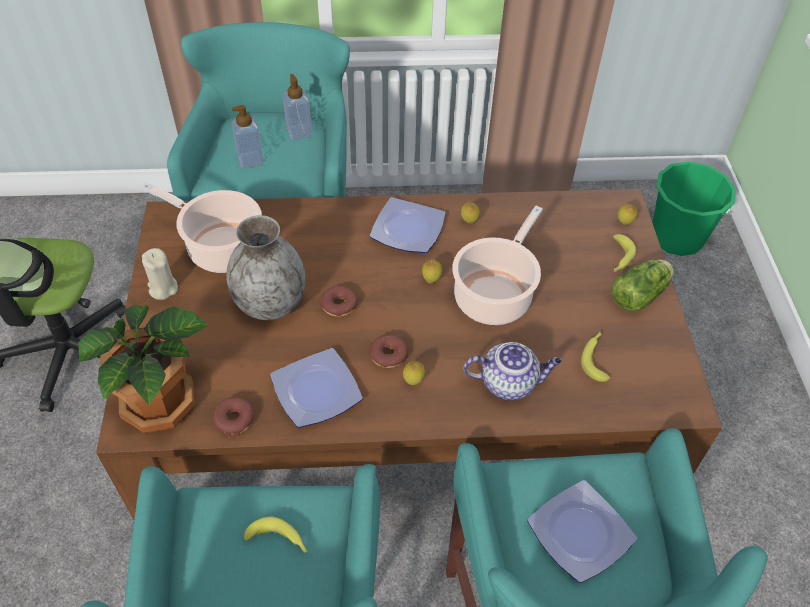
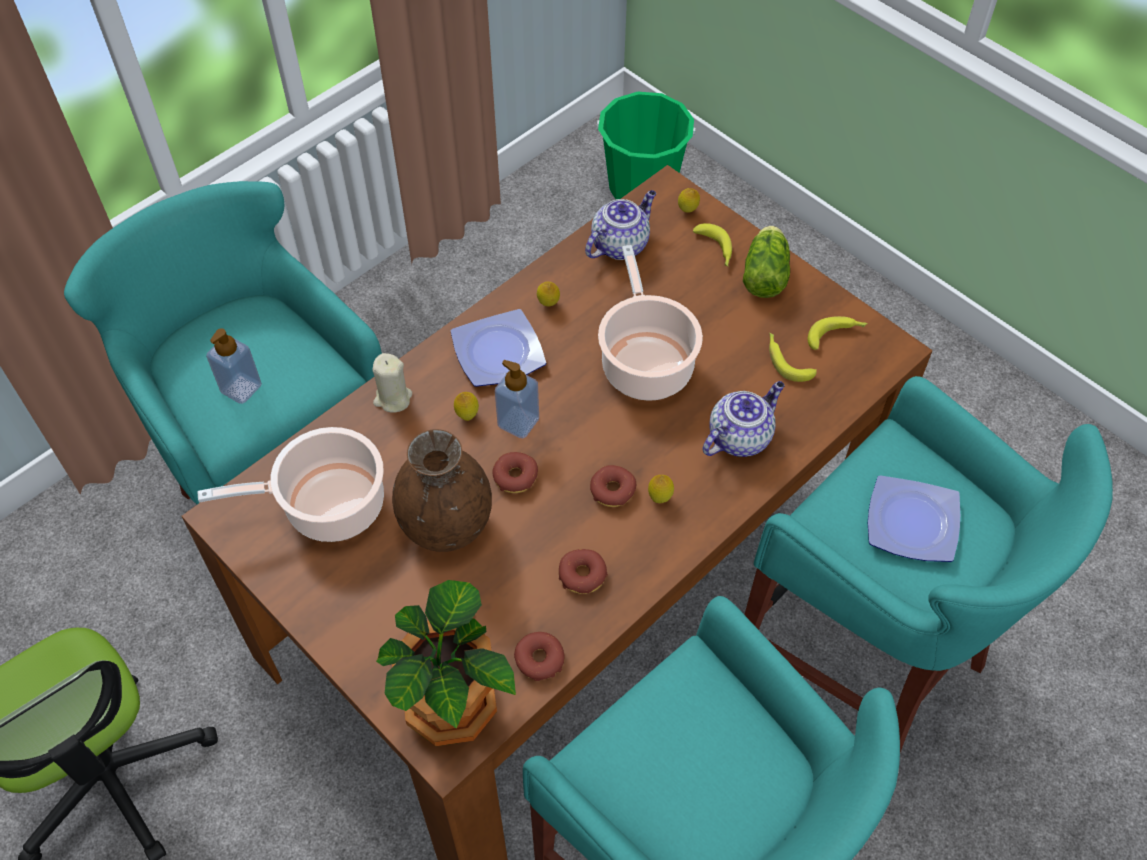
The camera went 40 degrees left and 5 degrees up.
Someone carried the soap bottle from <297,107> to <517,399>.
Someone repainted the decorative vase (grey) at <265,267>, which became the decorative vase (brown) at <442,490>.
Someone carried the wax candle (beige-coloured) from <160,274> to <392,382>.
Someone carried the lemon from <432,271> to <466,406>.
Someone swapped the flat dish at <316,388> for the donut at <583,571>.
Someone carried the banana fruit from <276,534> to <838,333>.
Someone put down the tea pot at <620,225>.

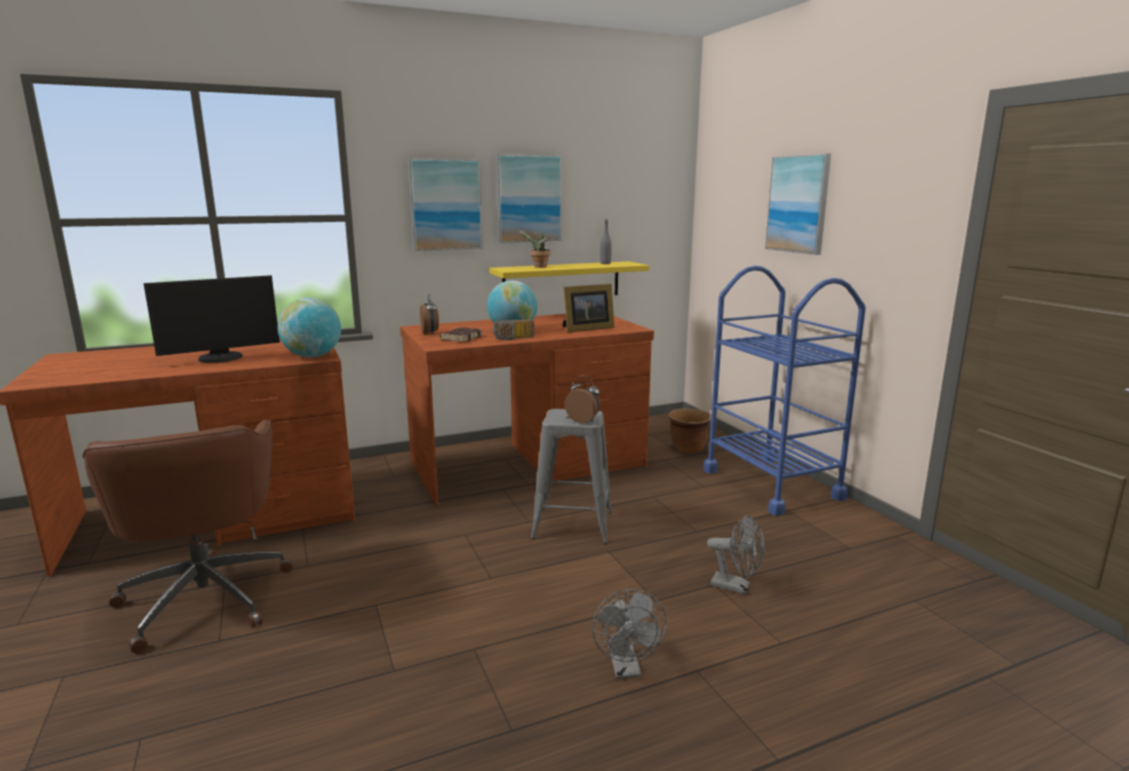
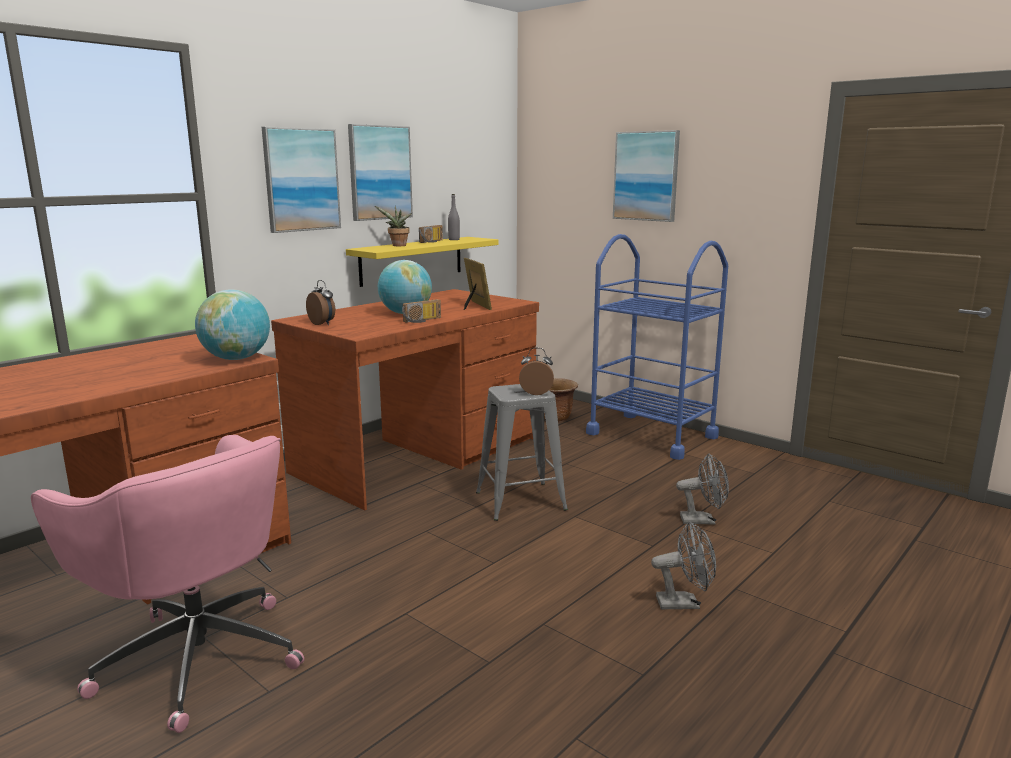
The camera went 25 degrees left and 0 degrees up.
Someone took away the computer screen at <211,319>.
Someone rotated the standing frame at <588,308> by 60 degrees counterclockwise.
Someone took away the volume (brown) at <461,334>.
Someone repainted the desk chair (brown) at <187,536>, which became the desk chair (pink-coloured) at <167,584>.
Someone rotated the electric fan (grey) at <629,634> by 60 degrees counterclockwise.
Someone put down the radio set at <431,234>.

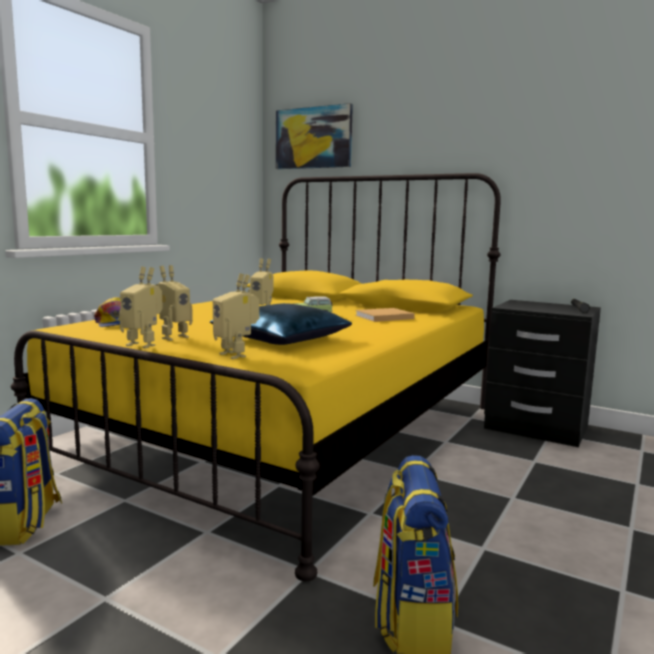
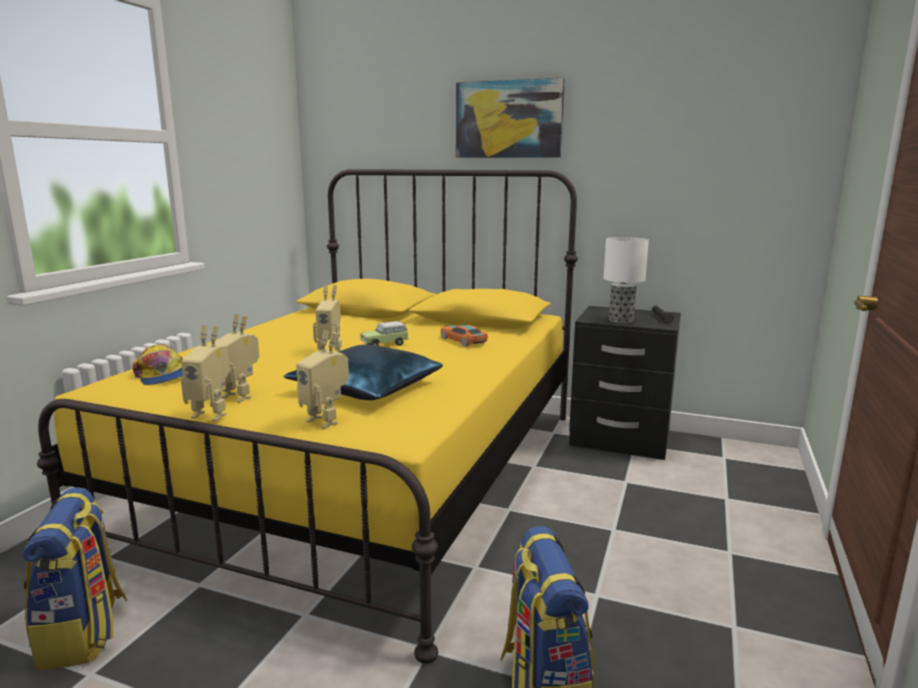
The camera went 10 degrees left and 5 degrees up.
Someone carried the picture from <314,136> to <510,118>.
Someone rotated the model robot at <174,303> by 90 degrees clockwise.
Someone swapped the volume (beige-coloured) at <385,315> for the model car at <464,336>.
Someone put down the table lamp at <626,280>.

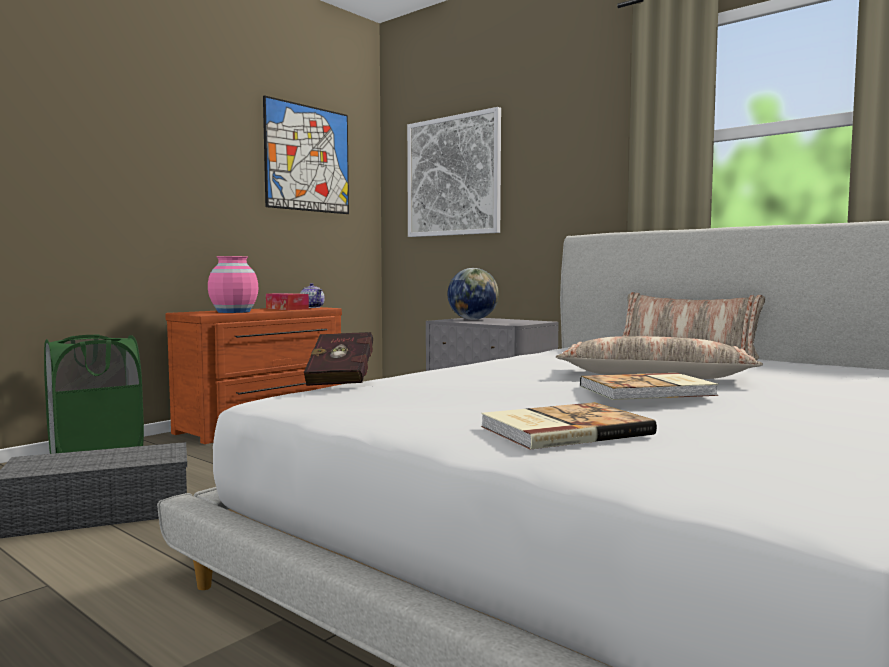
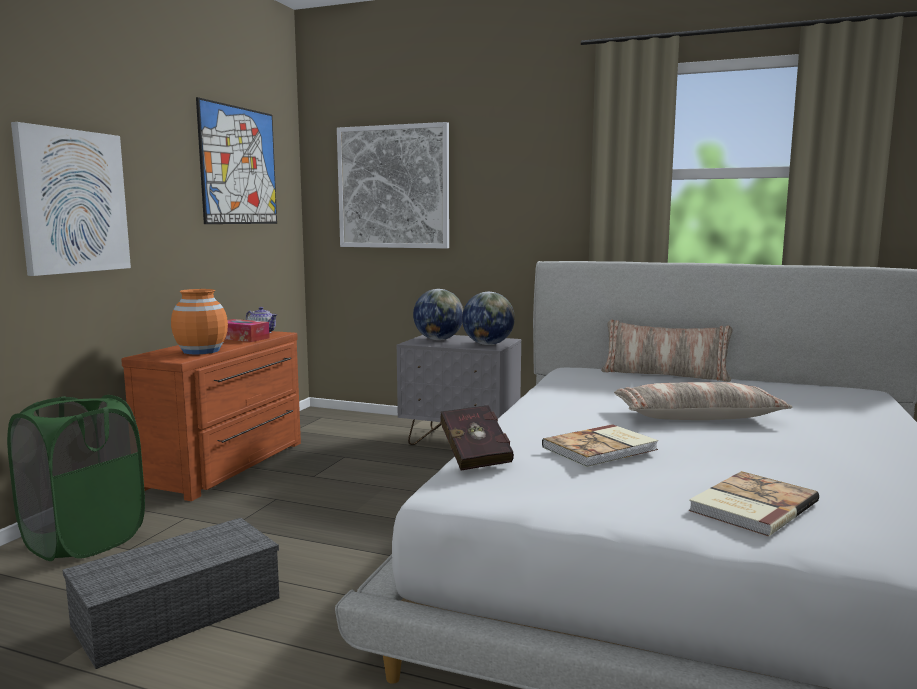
The camera went 20 degrees left and 5 degrees up.
Someone repainted the decorative vase (pink-coloured) at <233,284>, which became the decorative vase (orangey) at <199,321>.
Someone carried the volume from <649,386> to <600,445>.
Someone put up the picture at <71,199>.
Someone put down the desk globe at <488,318>.

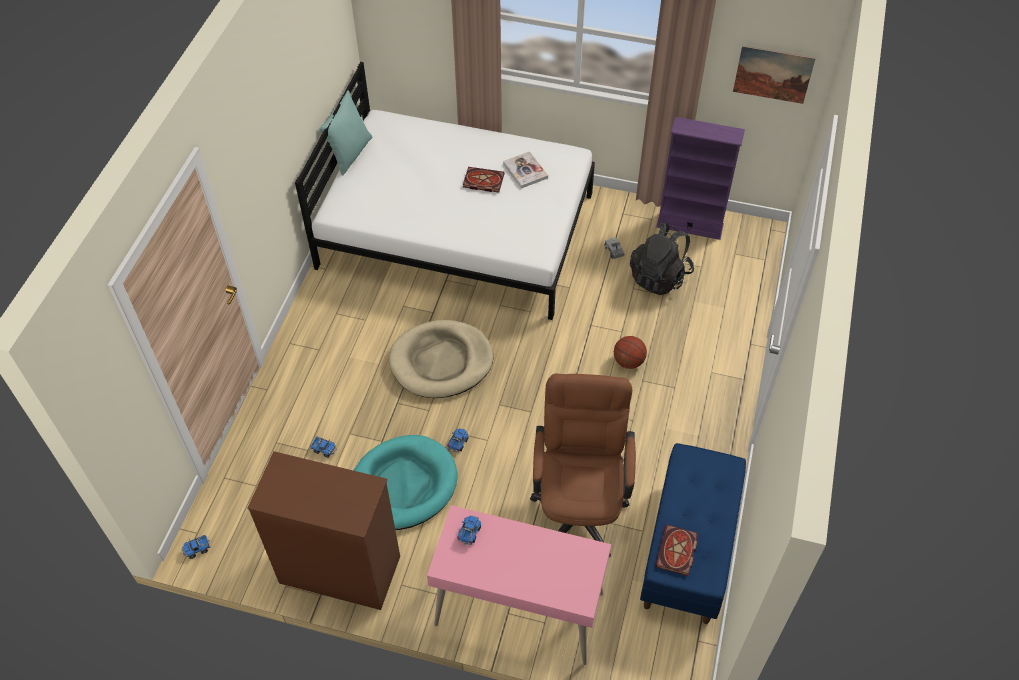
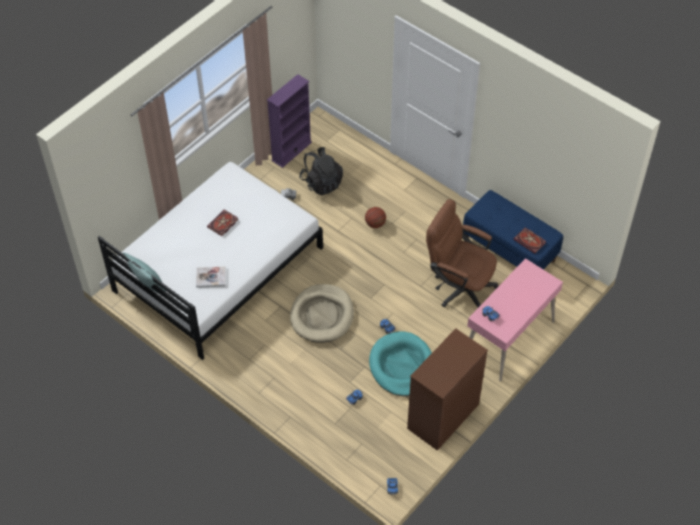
The camera went 65 degrees left and 0 degrees up.
Someone took away the picture at <774,74>.
Someone carried the volume from <525,170> to <211,277>.

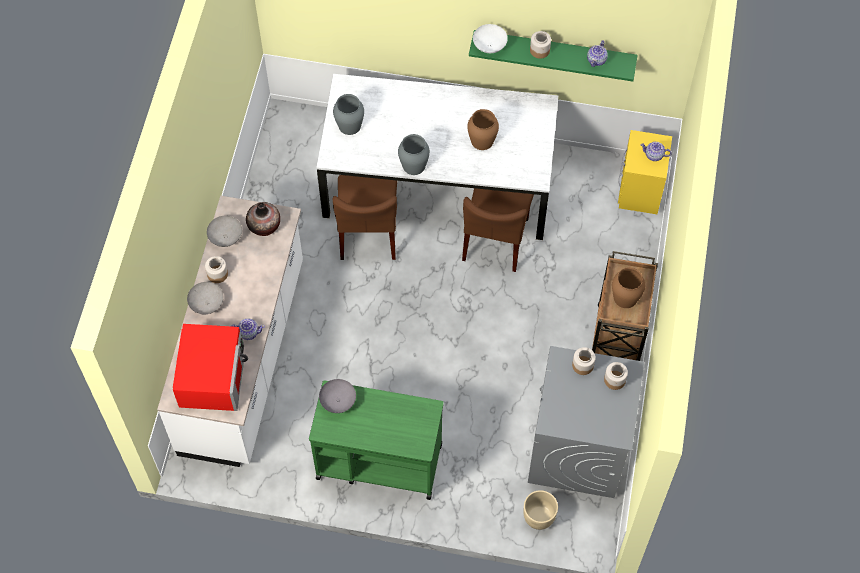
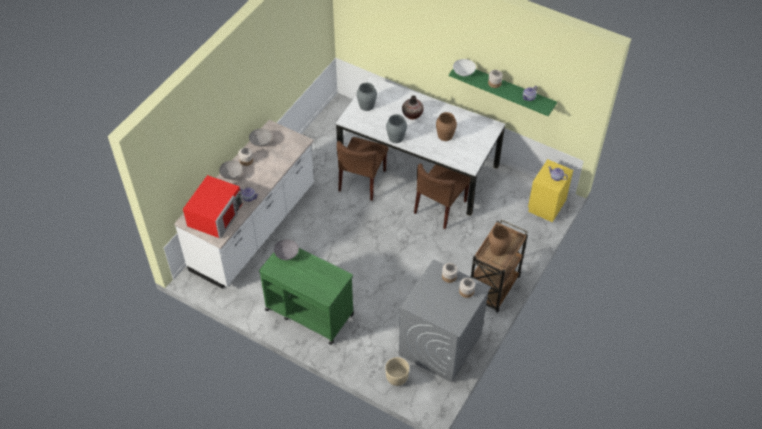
The camera went 20 degrees right and 10 degrees down.
Someone carried the decorative vase from <263,219> to <413,107>.

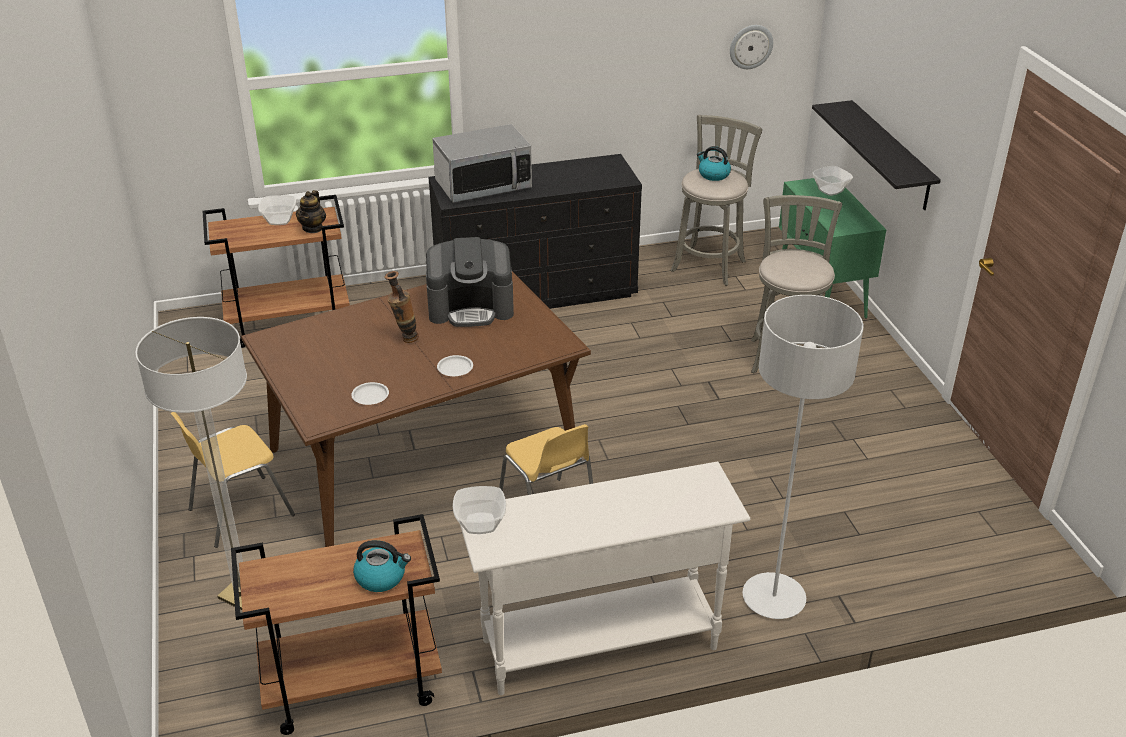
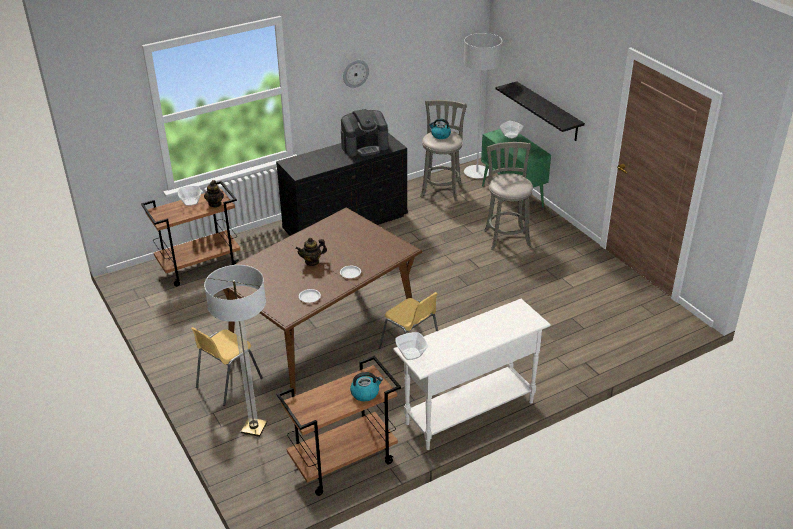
The camera went 15 degrees left and 0 degrees up.
Someone carried the wall clock from <751,47> to <356,74>.
Someone took away the microwave oven at <482,163>.
Someone carried the coffee brewer from <470,282> to <364,133>.
Someone swapped the decorative vase at <401,307> for the tea pot at <311,252>.
Someone carried the standing lamp (grey) from <802,457> to <483,105>.

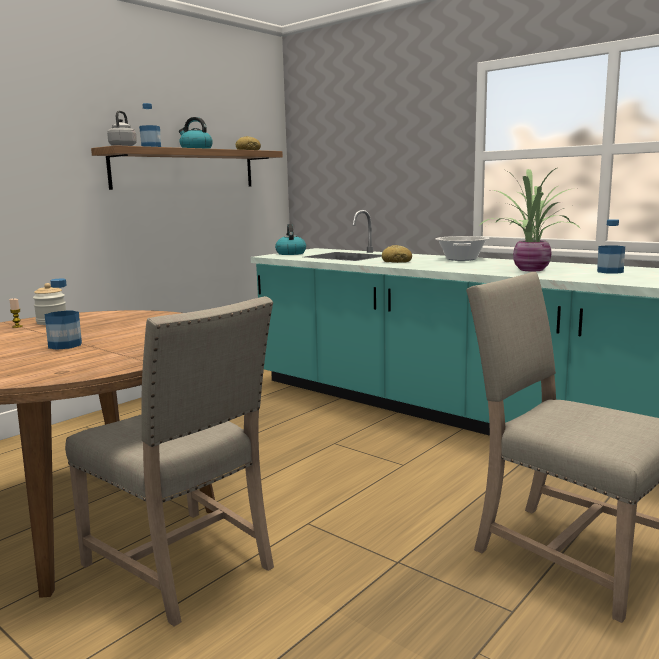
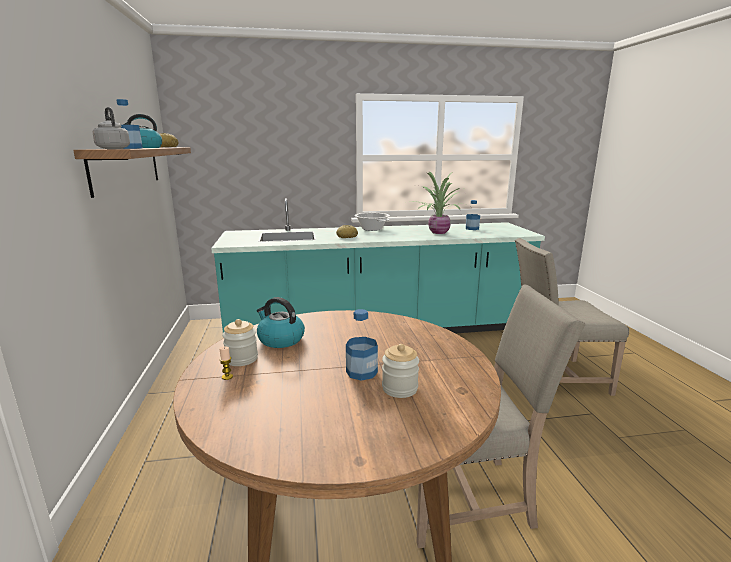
The camera went 50 degrees left and 5 degrees up.
Someone carried the tea kettle from <290,239> to <281,322>.
Someone put down the preserve jar at <400,371>.

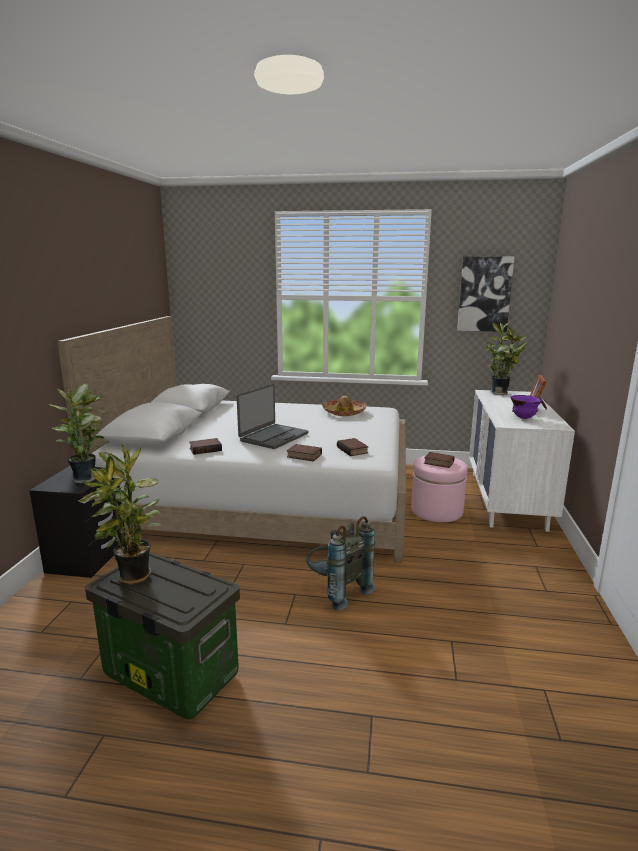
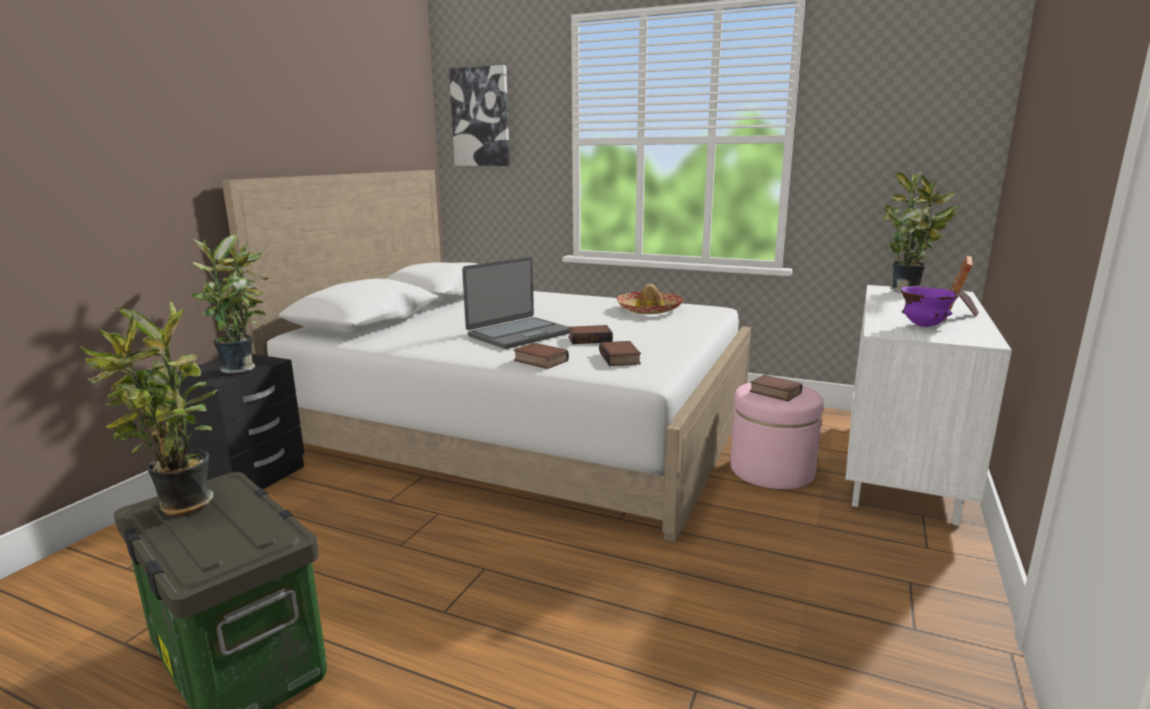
The camera went 15 degrees right and 0 degrees up.
Someone carried the picture from <486,294> to <479,115>.
Someone carried the volume from <205,446> to <590,334>.
Someone took away the knapsack (grey) at <340,563>.

